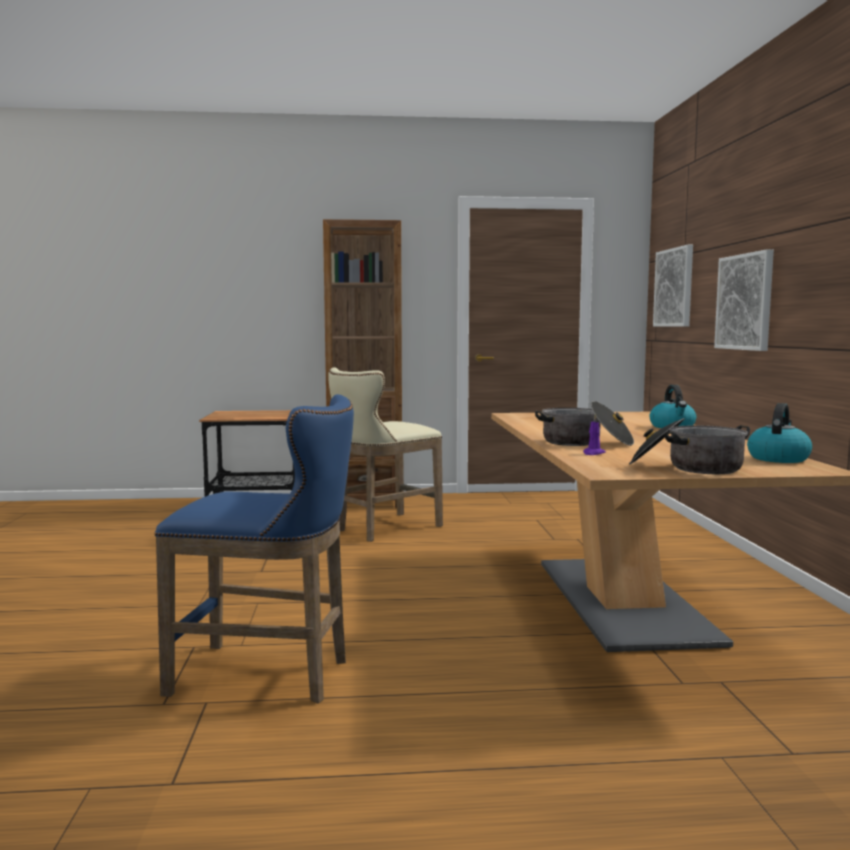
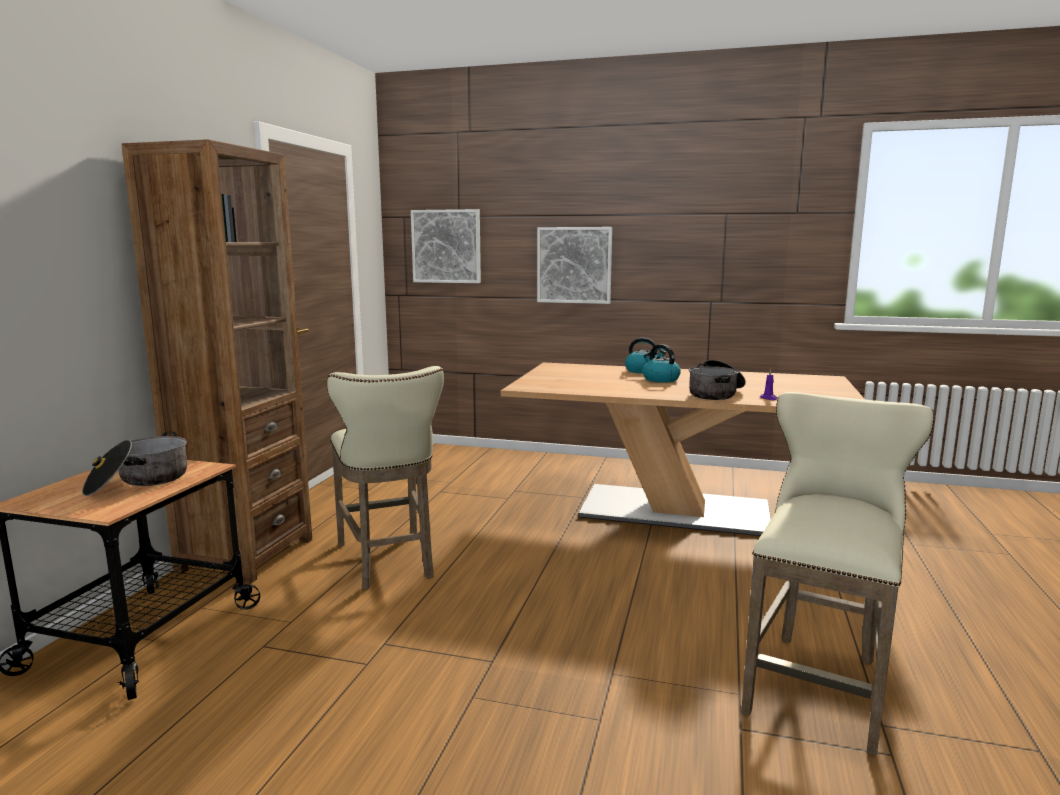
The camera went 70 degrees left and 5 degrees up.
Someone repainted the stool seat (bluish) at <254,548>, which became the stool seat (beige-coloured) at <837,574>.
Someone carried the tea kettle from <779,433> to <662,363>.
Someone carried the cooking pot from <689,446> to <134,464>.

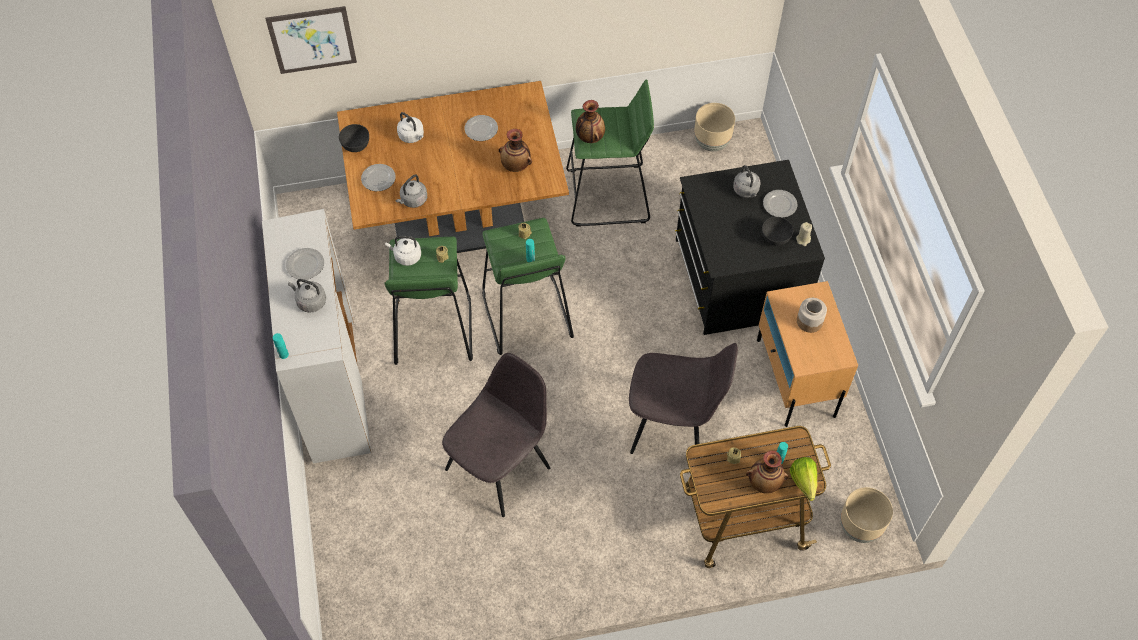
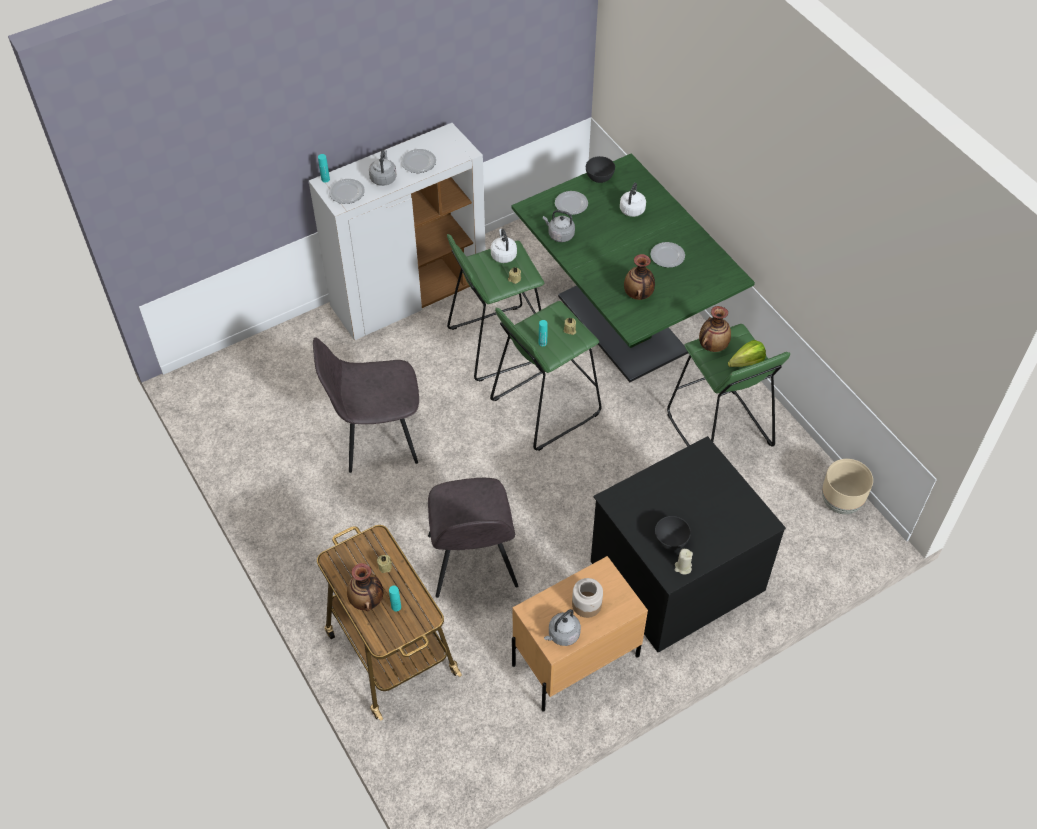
The camera went 70 degrees right and 5 degrees down.
Someone took away the picture at <311,40>.
Someone repainted the dinner table (brown) at <453,167>, which became the dinner table (greenish) at <633,268>.
Someone carried the tea kettle (grey) from <746,181> to <562,627>.
Someone carried the flat dish from <780,204> to <347,191>.
Someone rotated the chair (grey) at <496,435> by 150 degrees clockwise.
Someone carried the lettuce from <803,479> to <747,353>.
Someone took away the plant pot (beige-coloured) at <866,515>.

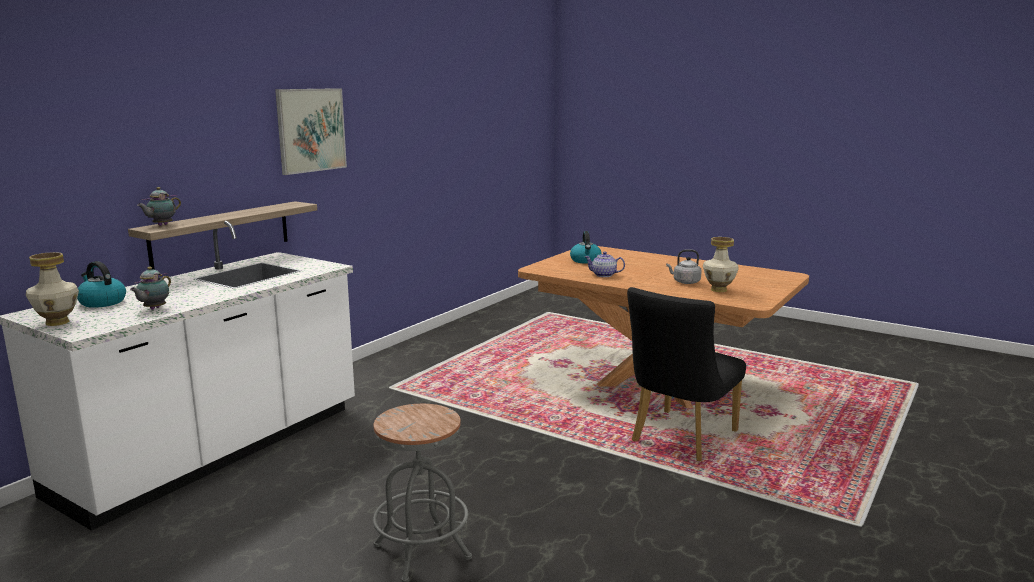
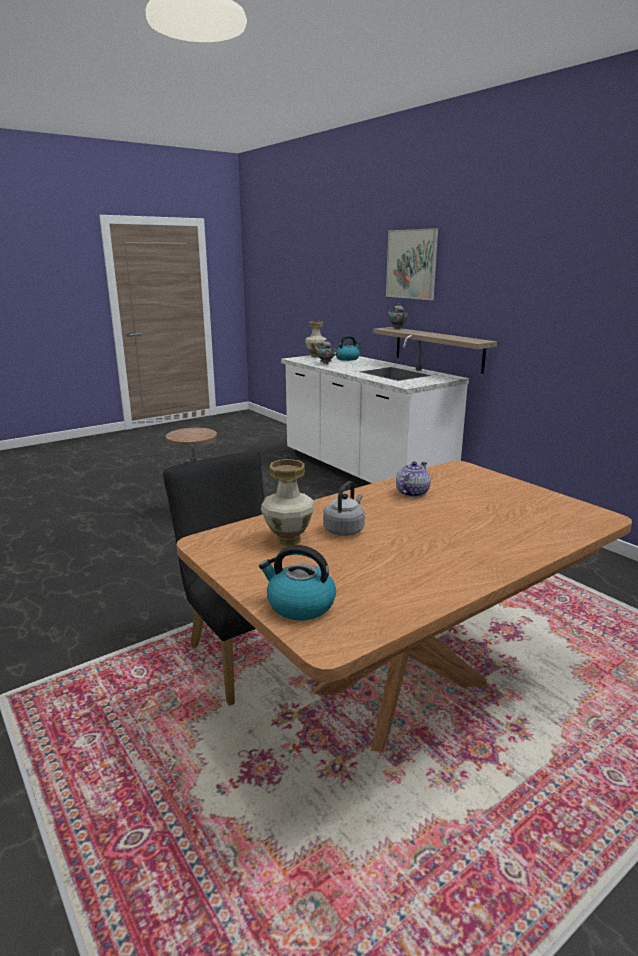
The camera went 110 degrees right and 5 degrees up.
Someone carried the picture from <311,131> to <412,264>.
Someone carried the tea kettle from <586,247> to <297,583>.

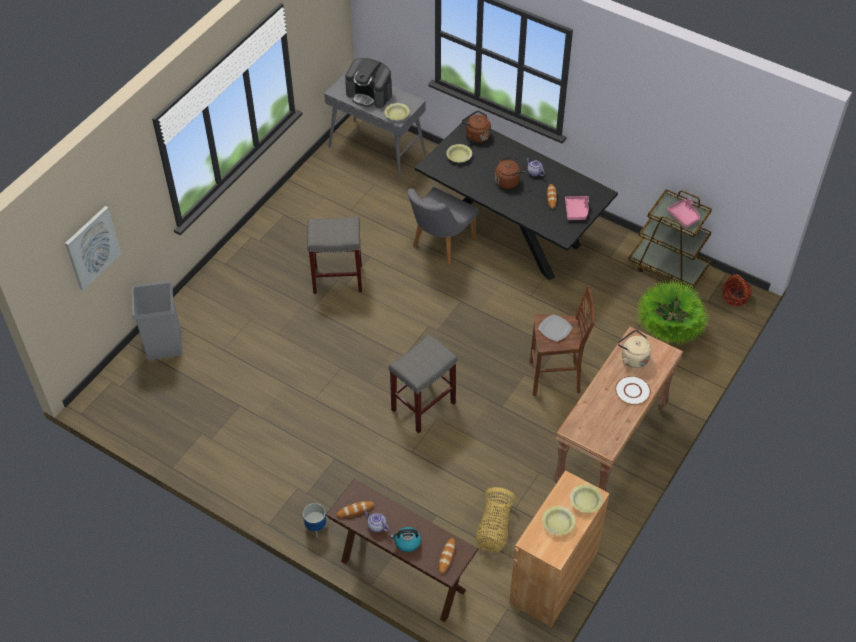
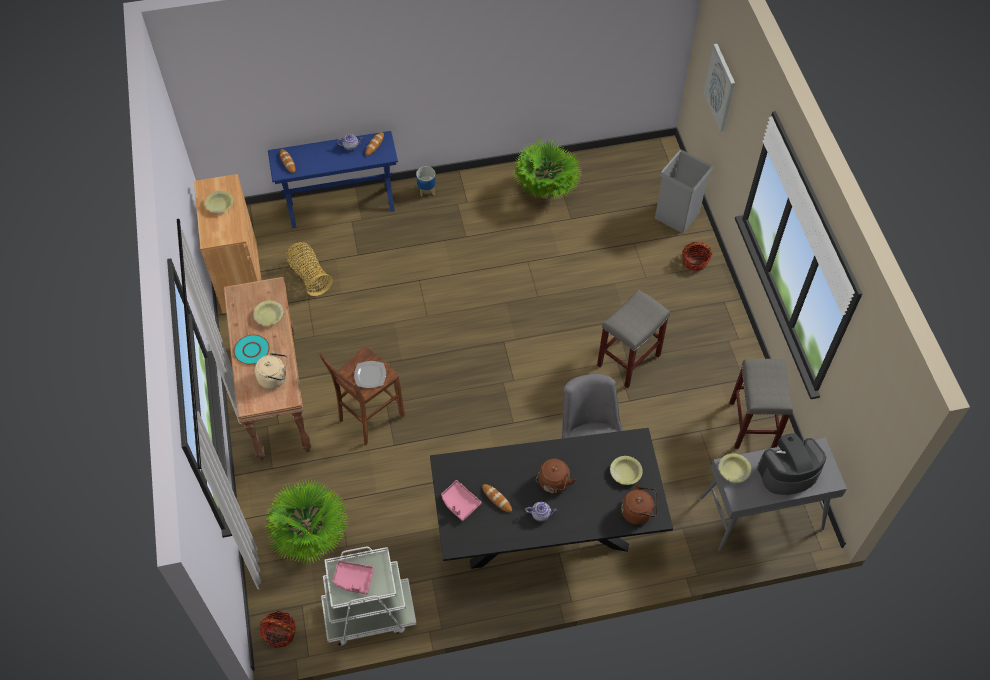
The camera went 135 degrees right and 5 degrees up.
Someone repainted the cart (brown) at <670,239>, which became the cart (white-coloured) at <369,596>.
Someone carried the stool seat (grey) from <423,383> to <761,404>.
Someone repainted the flat dish (white-coloured) at <633,390>, which became the flat dish (turquoise-coloured) at <252,349>.
Someone repainted the console table (brown) at <402,550>, which became the console table (bluish) at <333,179>.
Someone carried the deep dish (yellow-coloured) from <586,498> to <268,313>.
Someone took away the tea kettle at <405,539>.
Someone put down the plant in a pot at <548,168>.
Someone put down the storage basket at <697,256>.

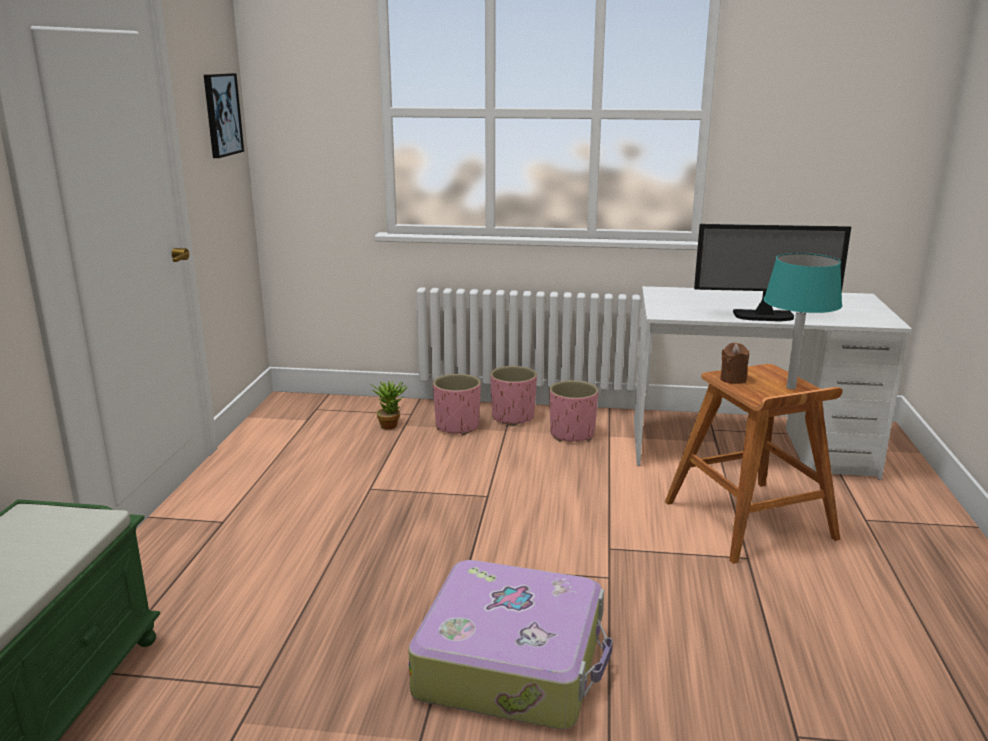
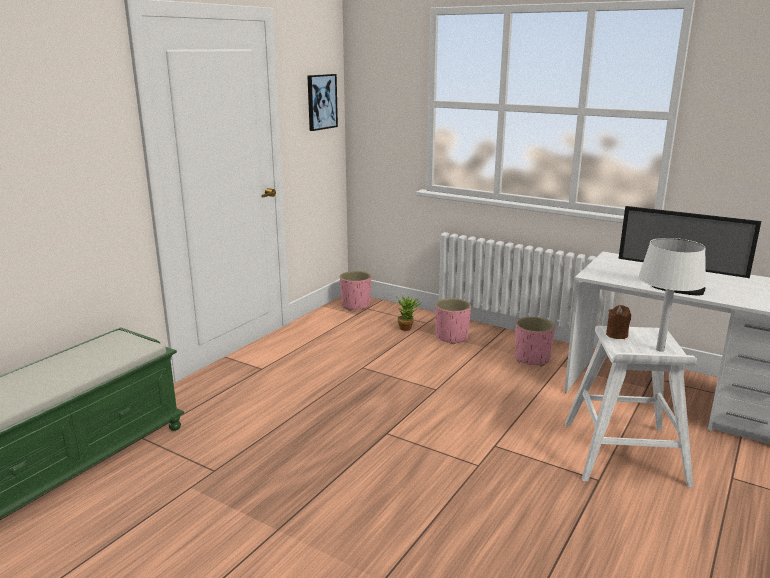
The camera went 25 degrees right and 0 degrees up.
Someone repainted the table lamp (turquoise-coloured) at <803,321>, which became the table lamp (white-coloured) at <672,295>.
Someone repainted the stool seat (brown) at <754,464>, which became the stool seat (white-coloured) at <631,406>.
Someone carried the plant pot (pink-coloured) from <513,396> to <355,291>.
Someone took away the suitcase at <510,644>.

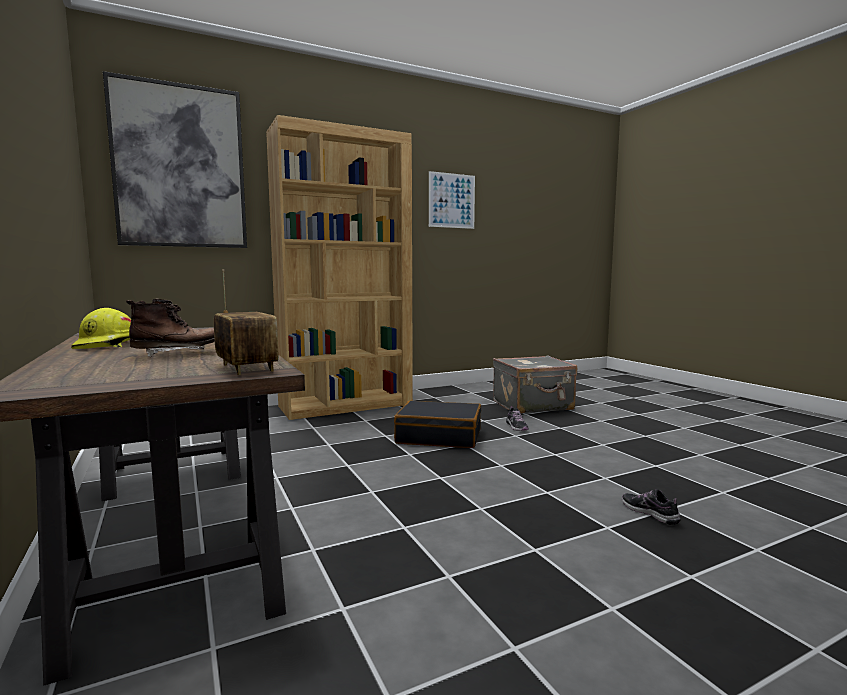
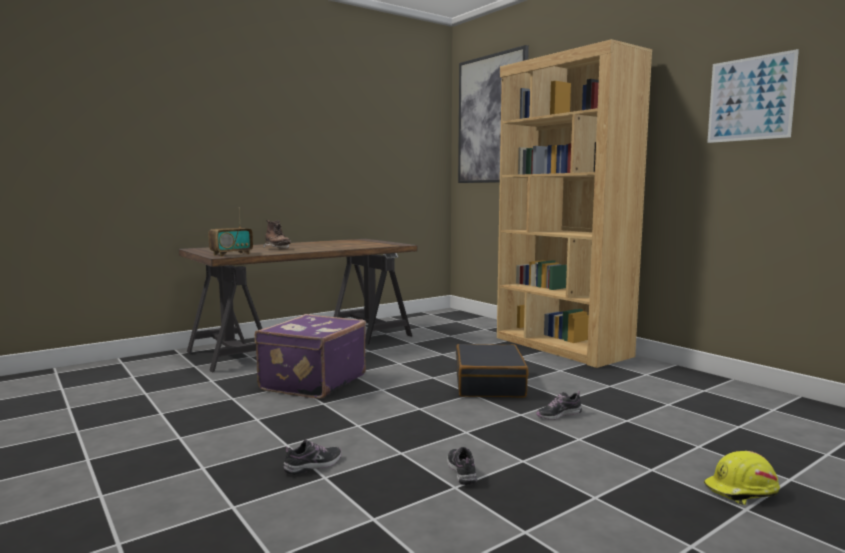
The camera went 80 degrees right and 0 degrees up.
Someone carried the safety helmet (yellow-coloured) from <101,328> to <742,478>.
Someone took away the suitcase (grey) at <535,384>.
Someone put down the suitcase (purplish) at <310,356>.
Someone put down the low shoe at <462,466>.

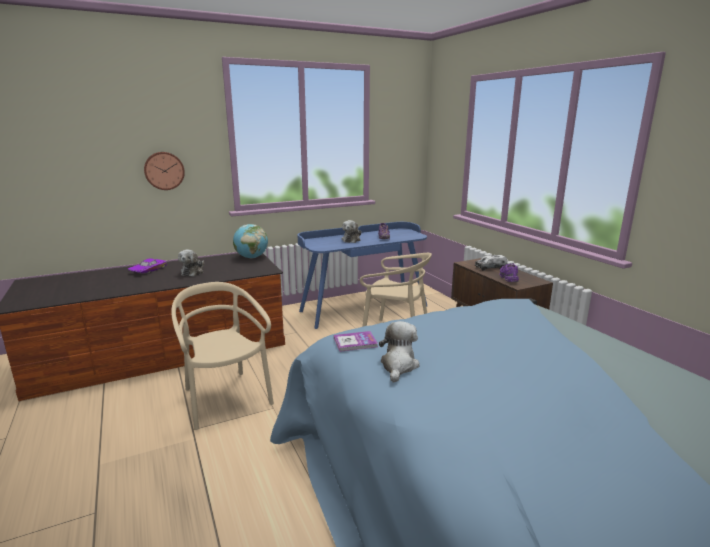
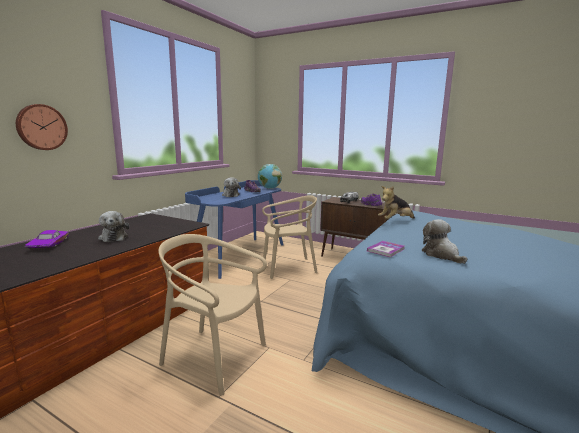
The camera went 35 degrees left and 5 degrees down.
Someone carried the desk globe from <250,241> to <270,176>.
Someone put down the soft toy at <396,202>.

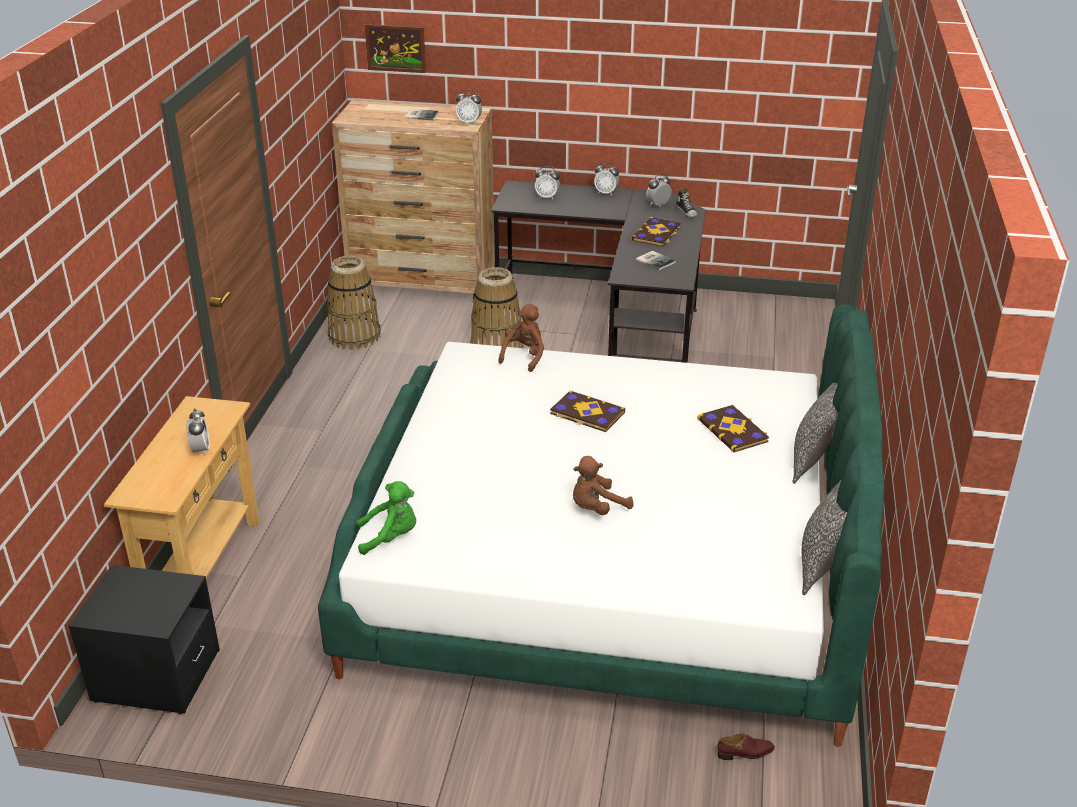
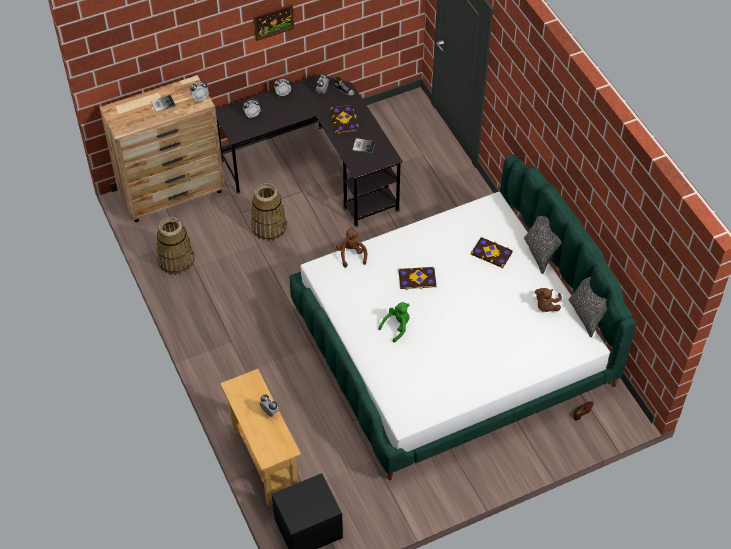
The camera went 35 degrees left and 20 degrees up.
Someone carried the picture from <395,48> to <273,22>.
Someone carried the soft toy (brown) from <603,485> to <548,300>.
Someone carried the soft toy (greenish) from <386,518> to <394,322>.

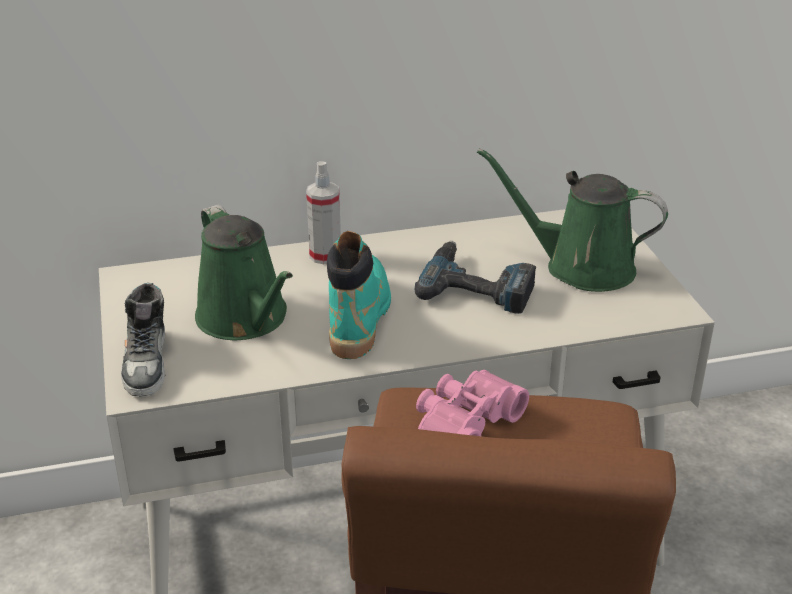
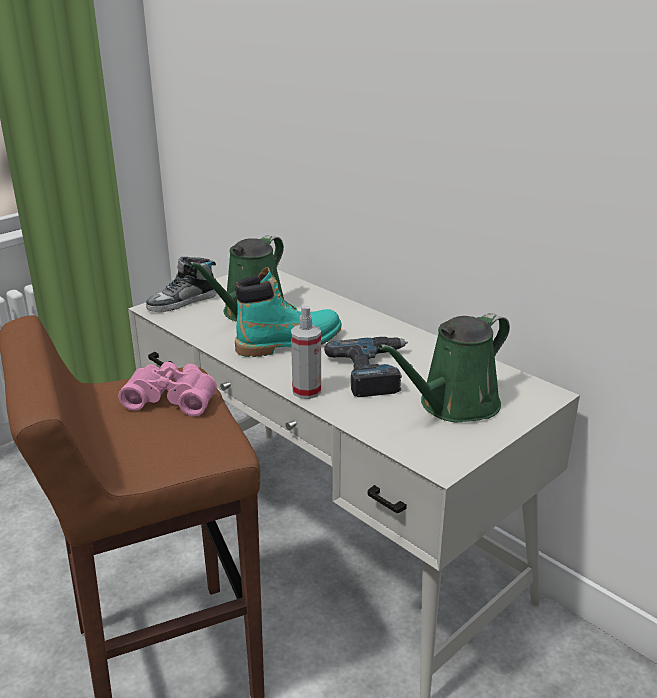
The camera went 60 degrees right and 5 degrees down.
Someone rotated the watering pot (greenish) at <572,220> by 120 degrees counterclockwise.
Someone carried the sprayer from <323,212> to <306,352>.

